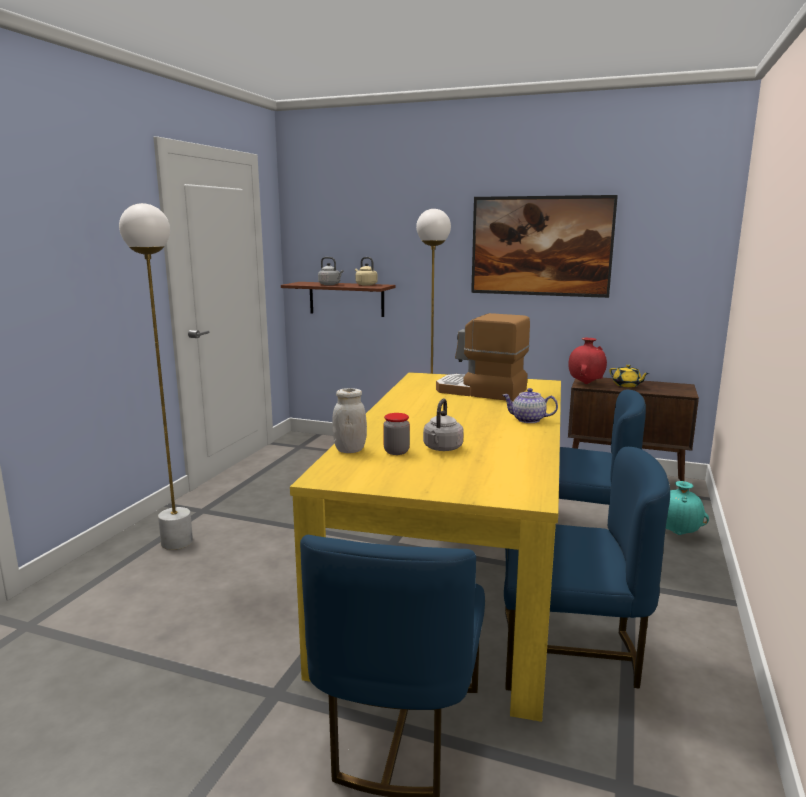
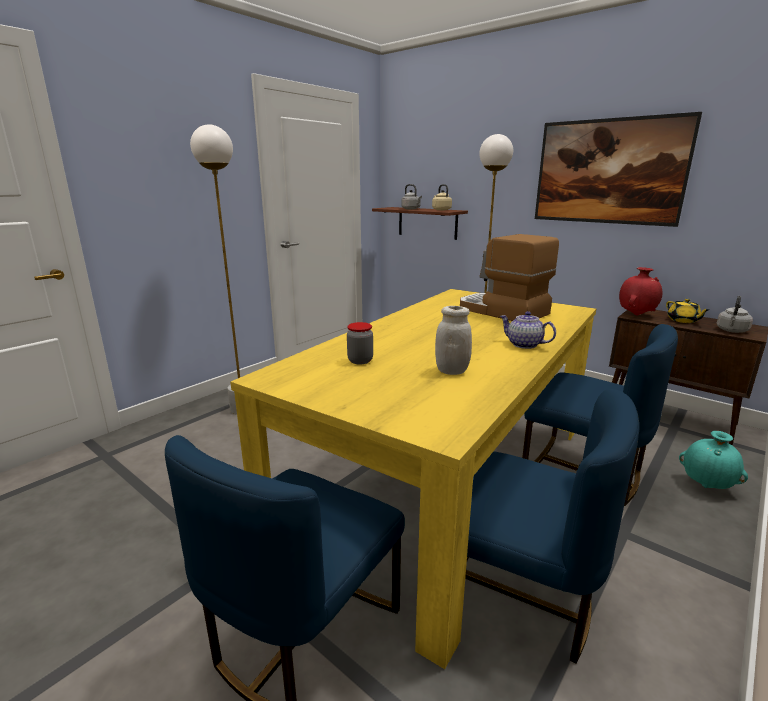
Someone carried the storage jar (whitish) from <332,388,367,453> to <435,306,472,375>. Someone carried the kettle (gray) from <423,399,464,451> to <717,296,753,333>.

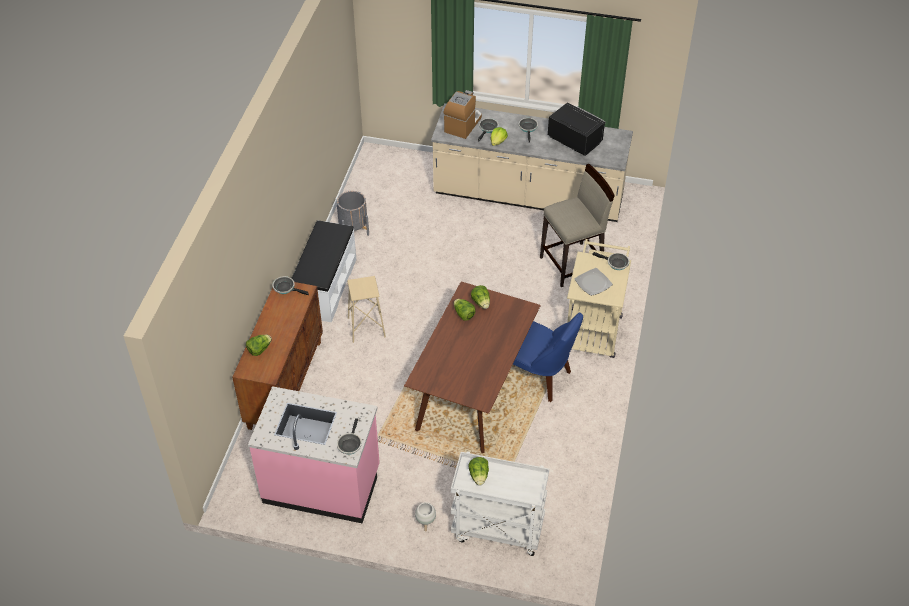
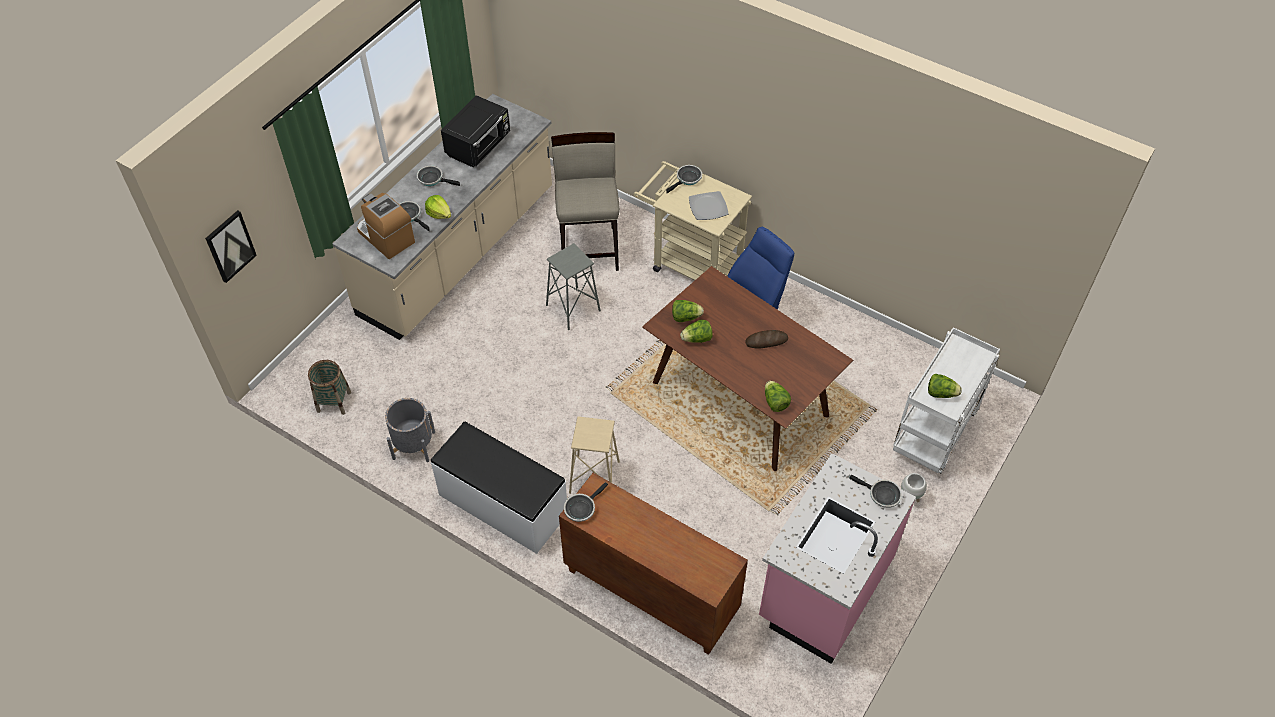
Someone rotated the microwave oven (black-coloured) at <548,102,605,156> by 150 degrees clockwise. Someone carried the lettuce head from <246,335,272,356> to <765,381,791,412>. Someone put up the wall art at <205,210,257,283>. Someone put down the sitting stool (gray) at <546,243,601,330>. Someone put down the bread at <745,330,788,349>. Someone put down the storage basket at <308,360,351,415>.

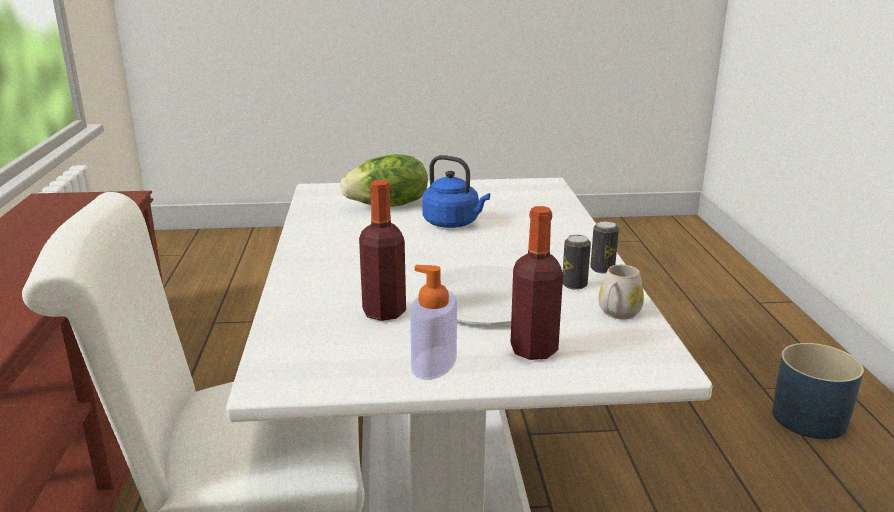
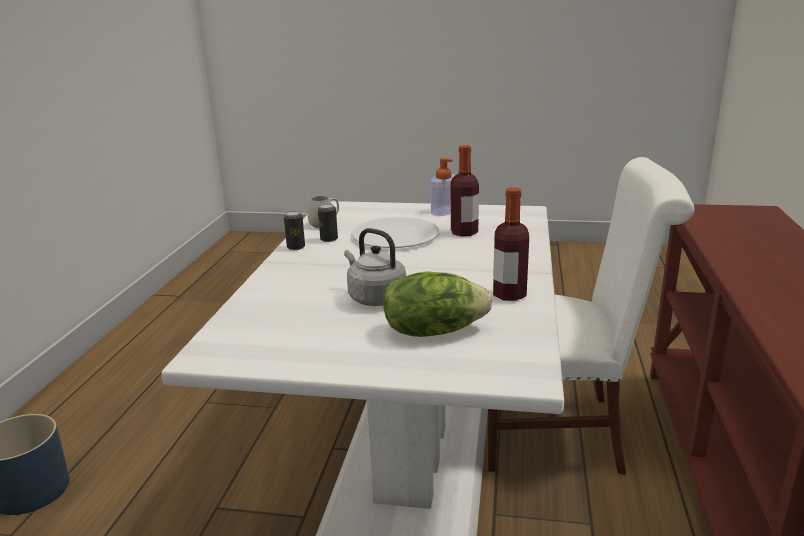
Someone repainted the kettle (blue-coloured) at <422,155,490,228>, which became the kettle (gray) at <344,228,406,306>. Someone carried the bottle from <511,206,563,360> to <493,187,529,301>.

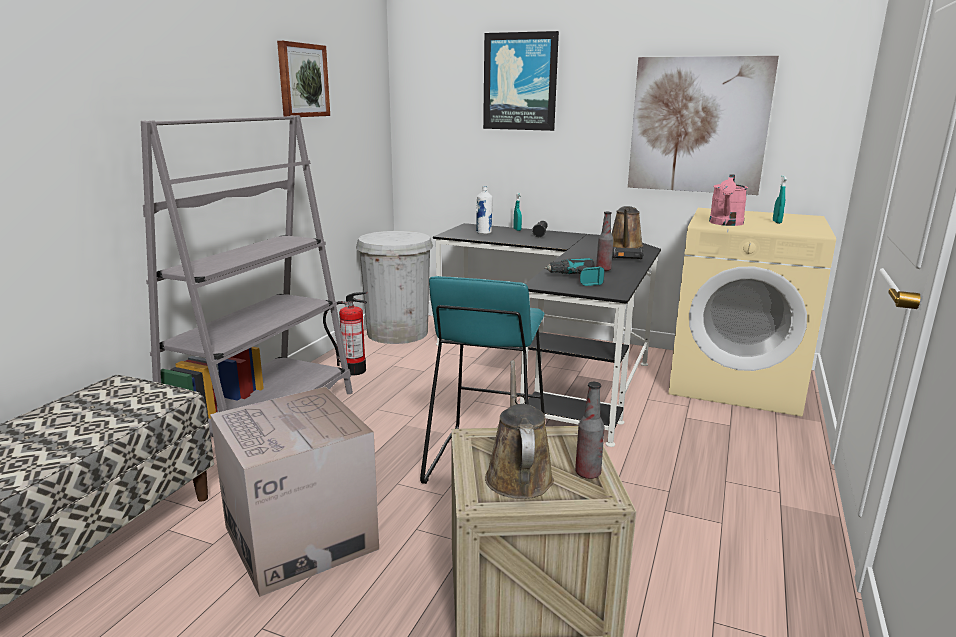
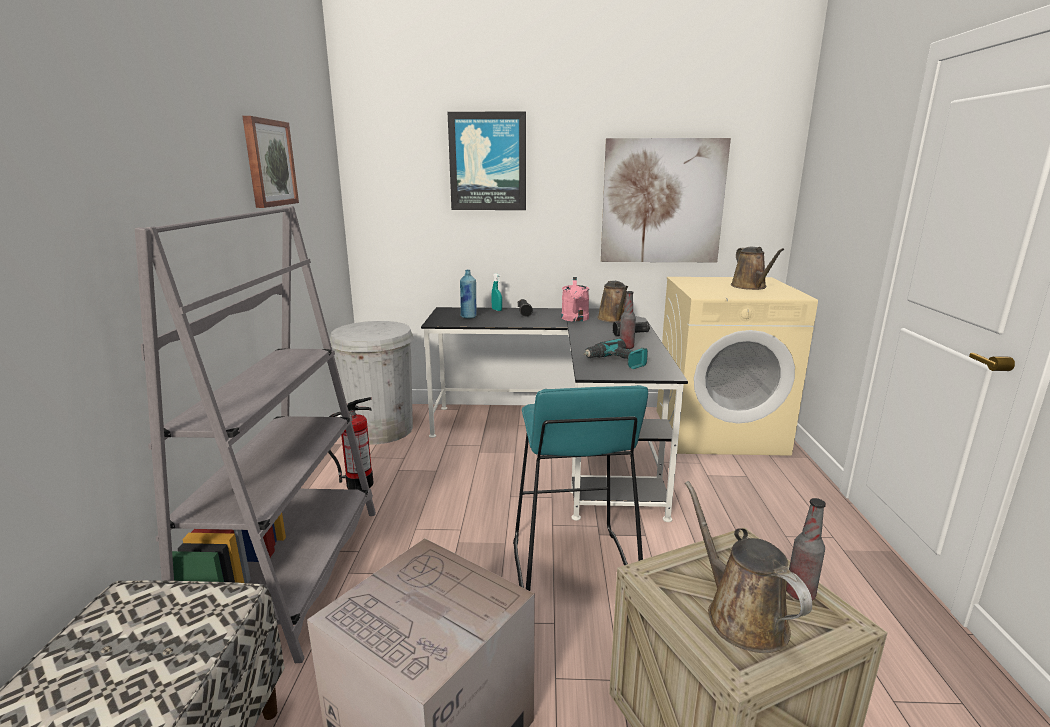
Someone carried the watering pot (pink) from <709,174,748,226> to <561,277,589,322>. Someone swapped the sprayer (blue-green) at <773,175,787,224> for the watering pot (brownish) at <731,247,784,290>. Someone repainted the bottle (whitish) at <476,186,493,234>, which became the bottle (blue-coloured) at <460,270,477,319>.

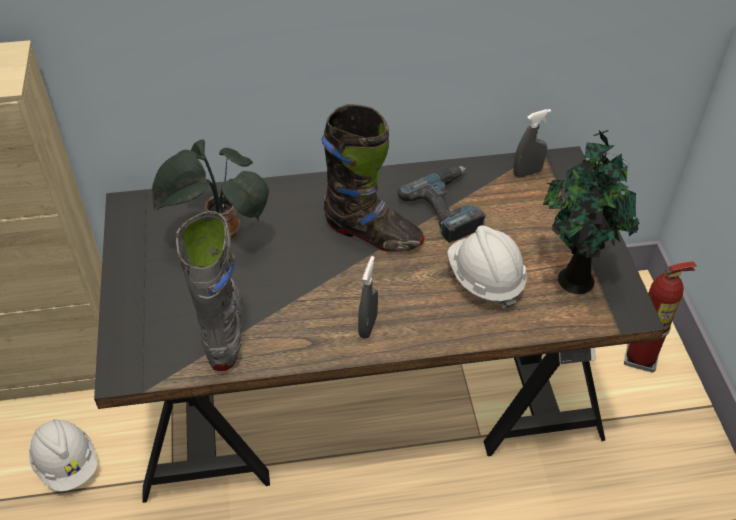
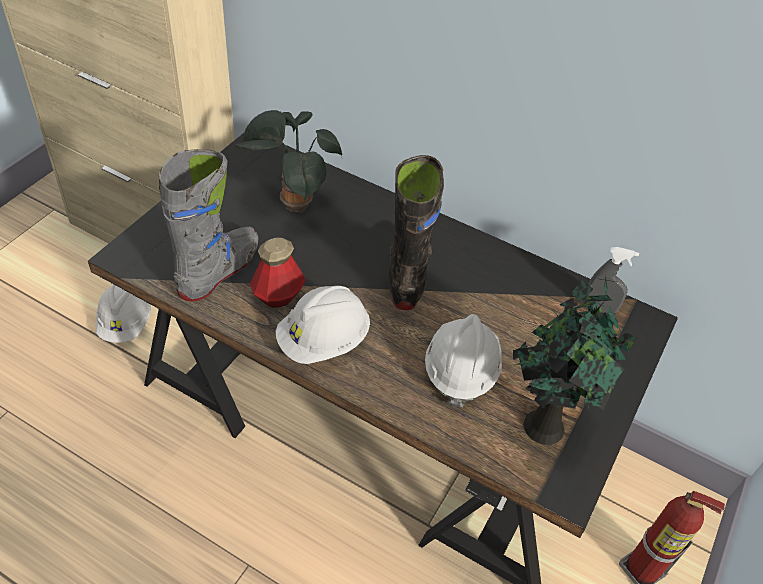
Someone rotated the tall boot (black-coloured) at <321,104,425,252> by 150 degrees counterclockwise. Someone took away the drill at <397,166,486,243>. Someone swapped the sprayer (gray) at <358,256,378,339> for the safety helmet (whitish) at <276,286,370,364>. Someone put down the bottle at <250,238,306,308>.

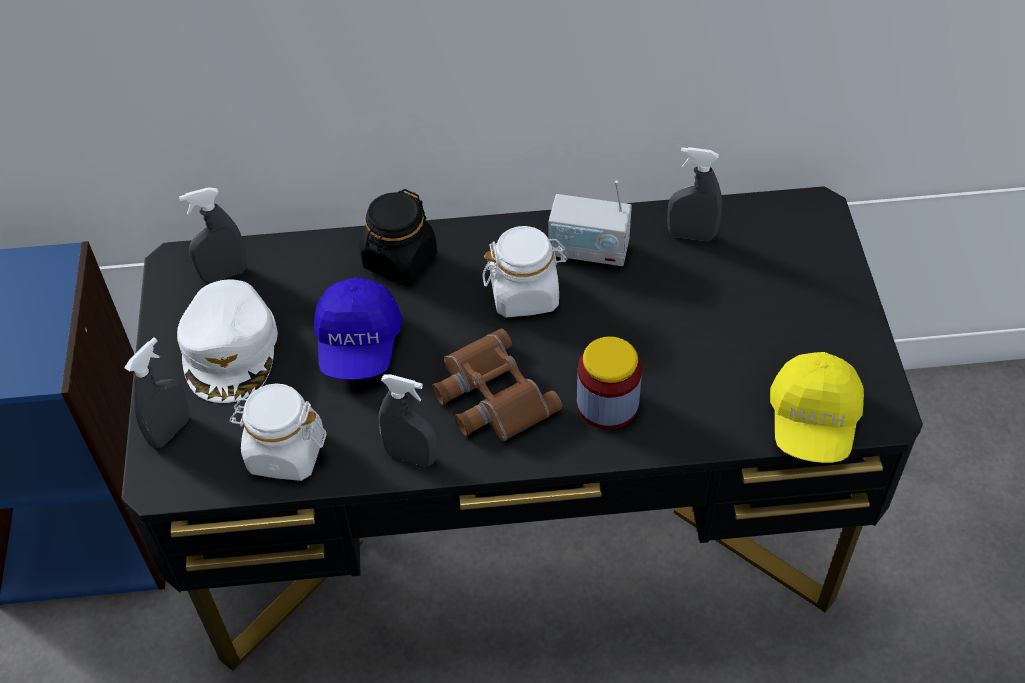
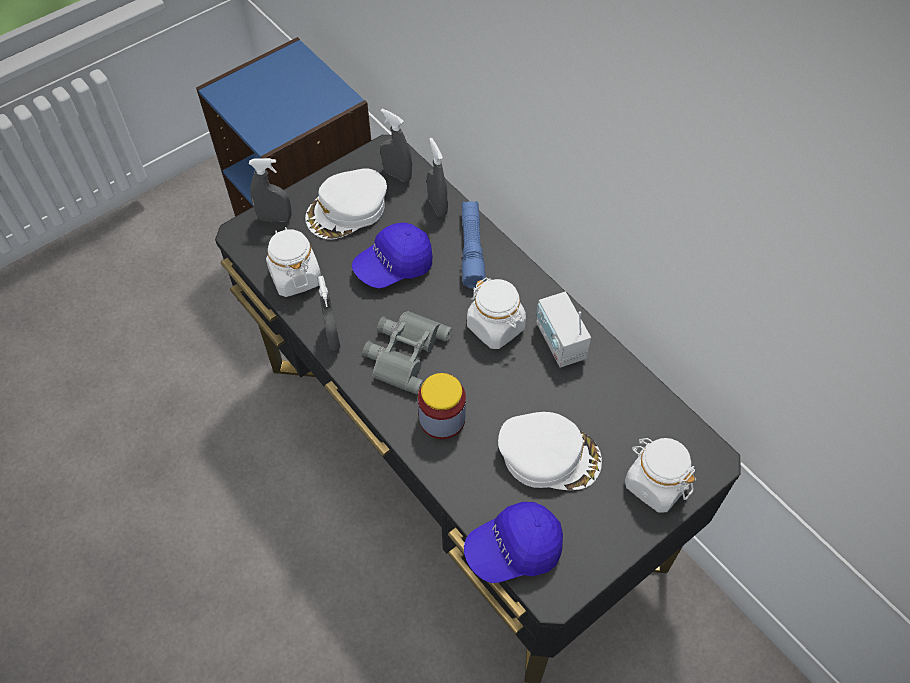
Someone carried the sprayer (gray) from <667,147,722,241> to <427,138,448,217>. Someone swapped the storage jar (black-coloured) at <359,189,437,285> for the flashlight (blue-coloured) at <462,201,486,289>. Someone repainted the binoculars (brownish) at <432,328,562,441>, which became the binoculars (gray) at <362,311,452,395>. Someone repainted the peaked cap (yellow) at <770,352,864,463>, which became the peaked cap (blue-coloured) at <464,502,563,583>. Someone put down the peaked cap (whitish) at <498,412,602,490>. Someone put down the storage jar (whitish) at <625,438,696,512>.

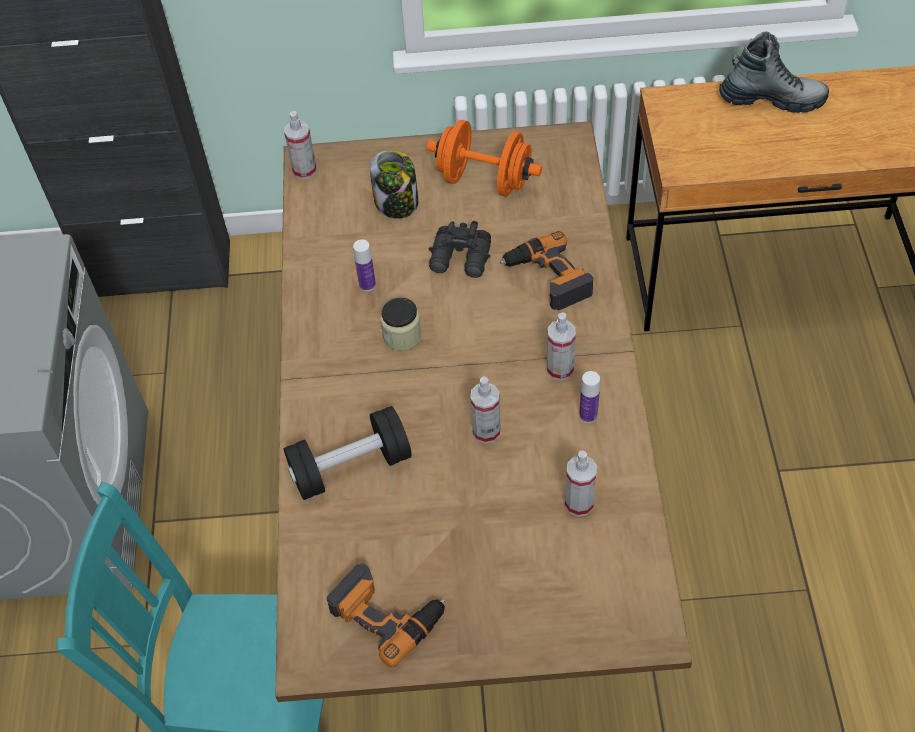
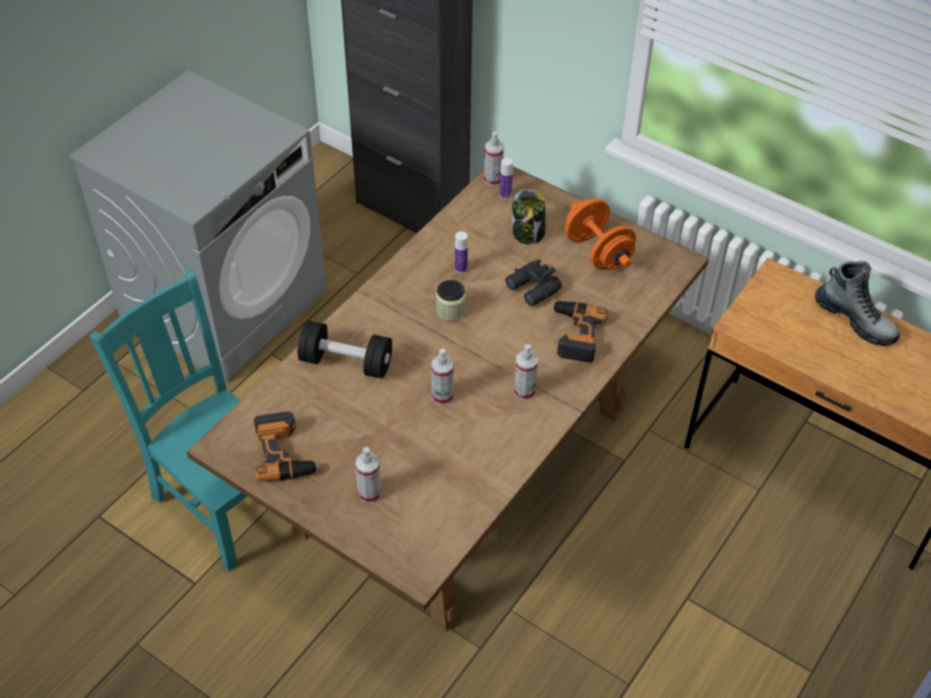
Someone carried the bottle from <579,371,600,423> to <500,158,513,199>. Someone carried the sprayer from <565,451,597,517> to <355,447,382,503>.

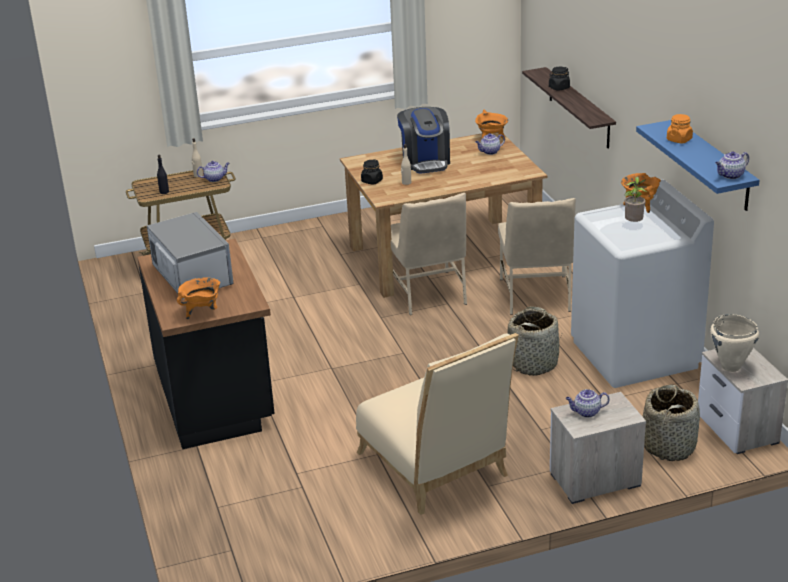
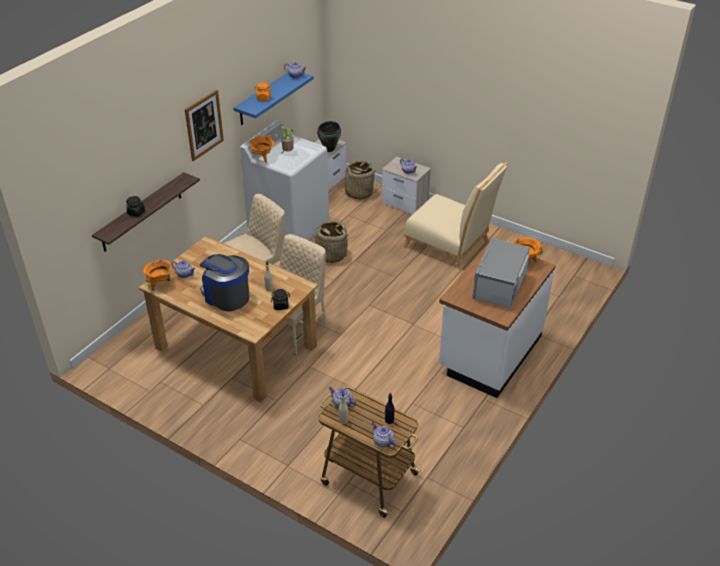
Someone rotated the coffee brewer at <397,107,450,174> by 90 degrees counterclockwise. Someone repainted the counter (black-coloured) at <137,239,275,449>, which became the counter (whitish) at <439,242,556,398>. Someone repainted the stockpot (beige) at <710,314,759,372>, which became the stockpot (black-coloured) at <317,121,341,152>. Someone rotated the upright chair (beige) at <356,333,519,515> by 105 degrees clockwise. Someone put up the wall art at <185,90,224,161>. Someone put down the pot for tea at <372,422,396,448>.

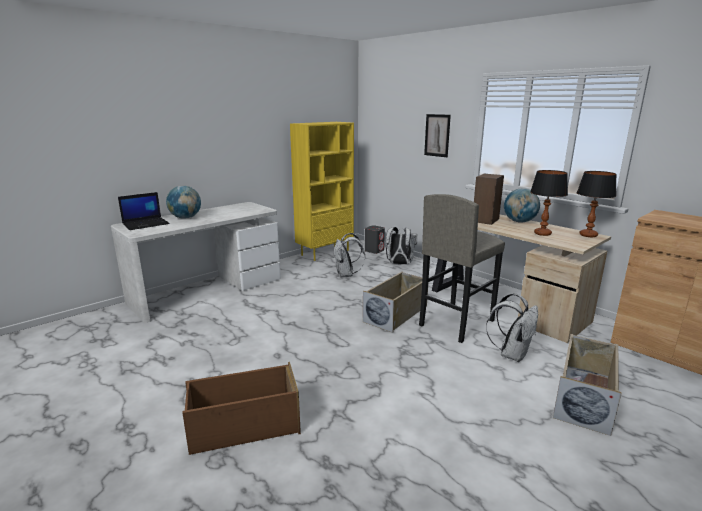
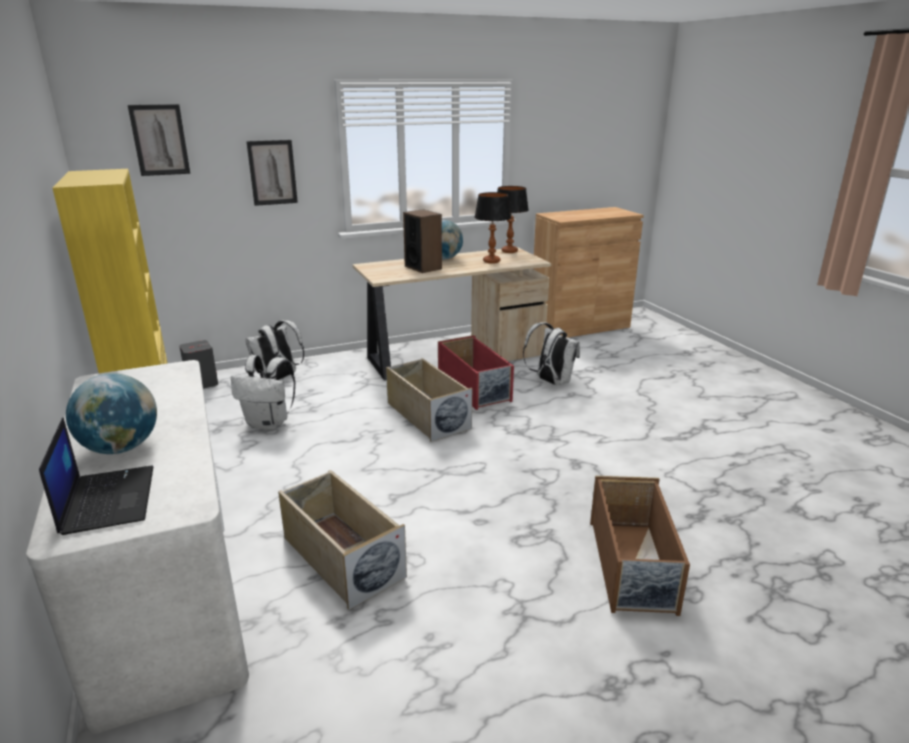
Someone swapped the sitting stool (gray) at <419,194,505,343> for the storage box (reddish) at <438,335,514,410>. Someone carried the storage box (beige) from <553,334,621,436> to <278,470,407,610>. Someone put up the wall art at <128,104,190,176>.

